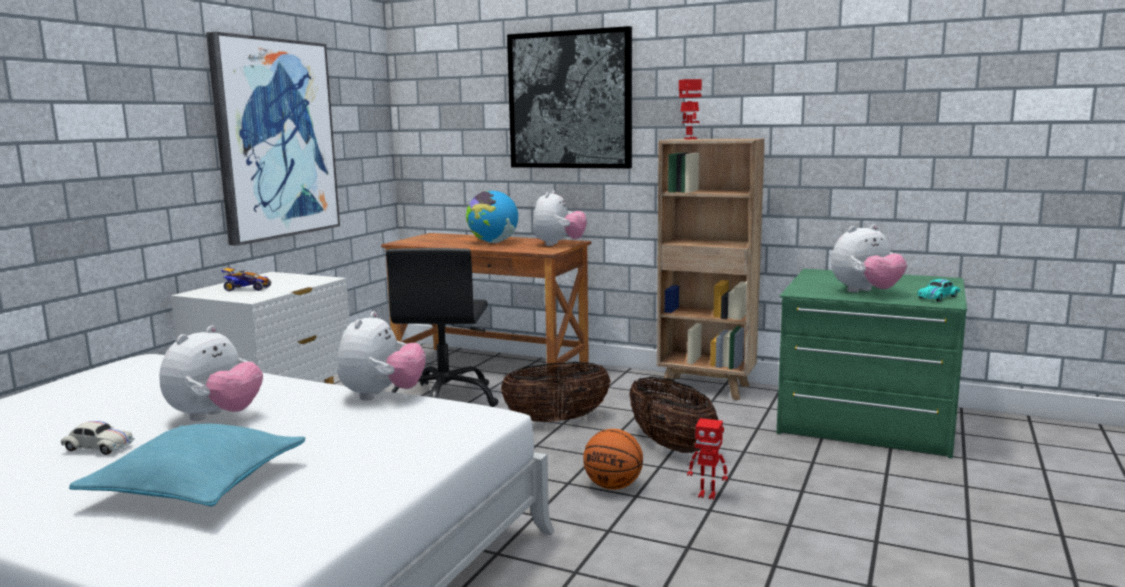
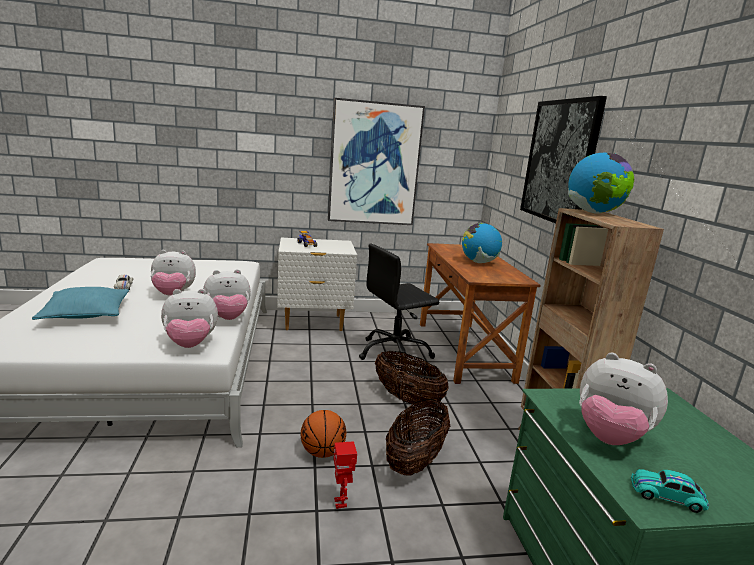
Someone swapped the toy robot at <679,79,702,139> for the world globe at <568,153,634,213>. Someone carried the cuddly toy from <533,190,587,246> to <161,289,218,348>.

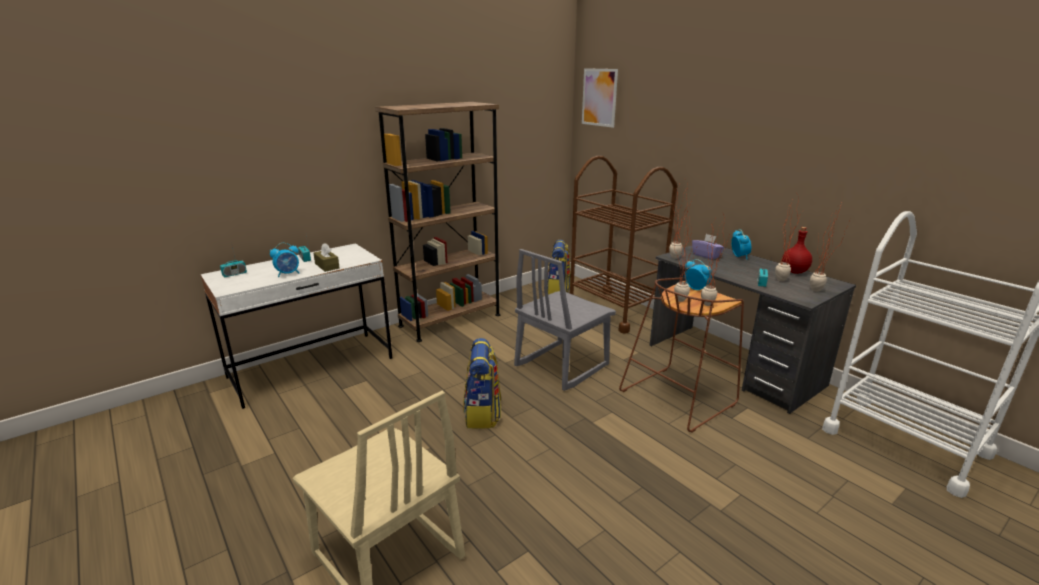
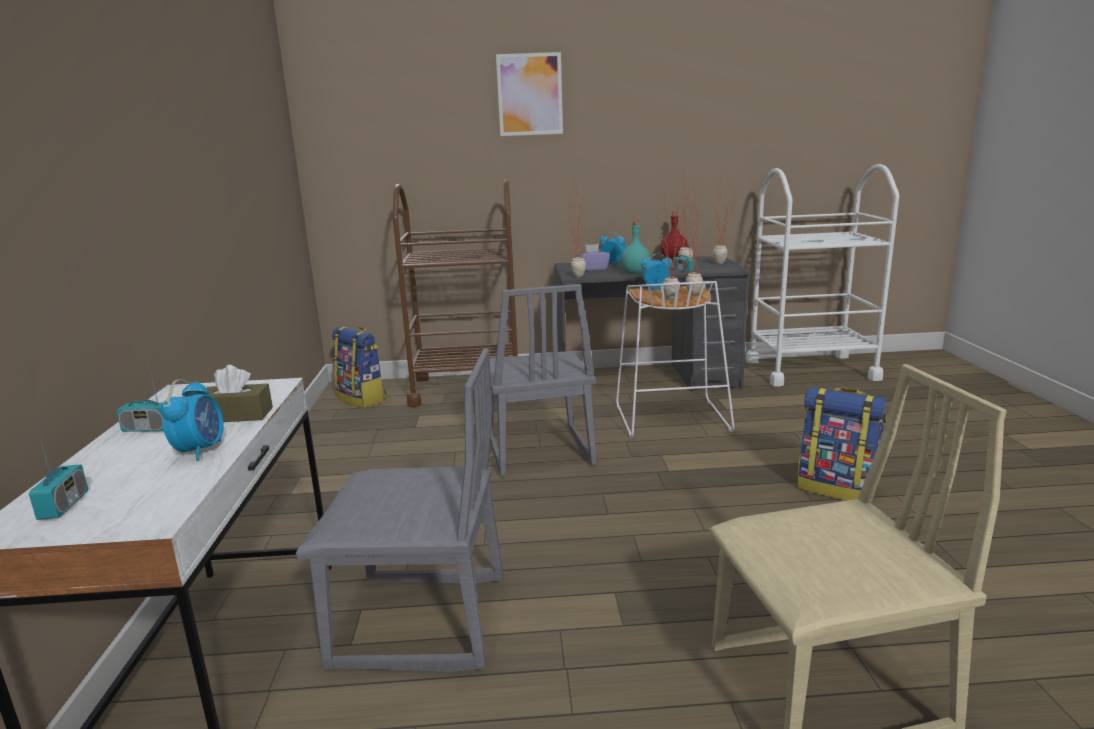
Someone carried the wall art from <582,68,618,128> to <496,52,563,136>. Someone took away the shelving unit (brownish) at <375,102,500,342>. Someone repainted the sitting stool (brownish) at <619,278,744,433>, which became the sitting stool (whitish) at <616,281,734,438>. Someone carried the rucksack from <463,338,501,429> to <797,387,886,501>. Someone put down the bottle (blue-green) at <621,221,651,274>. Someone put down the upright chair (gray) at <296,348,503,672>.

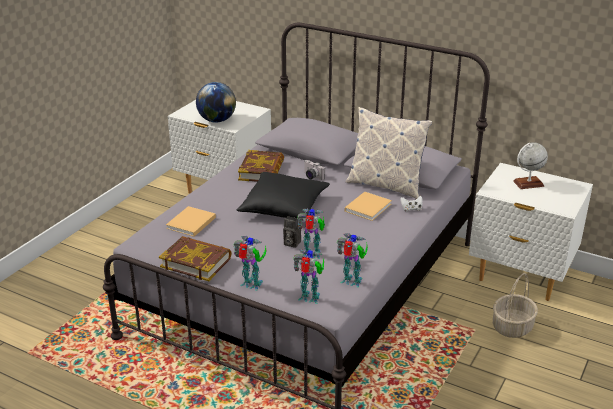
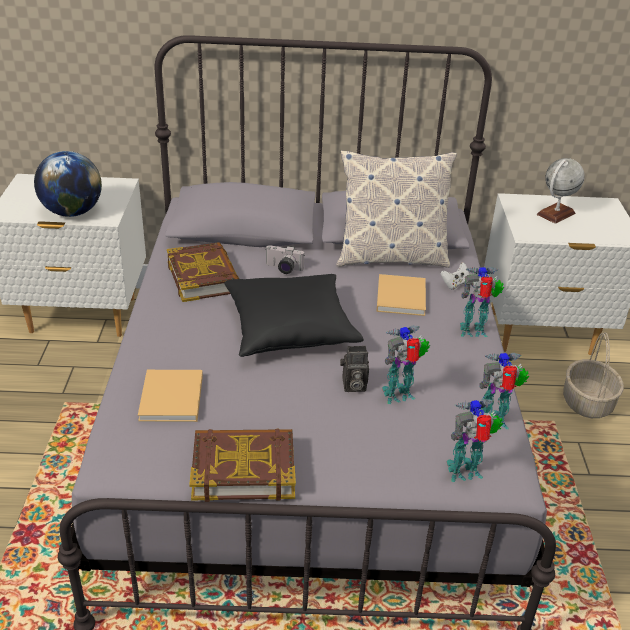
Someone carried the toy robot from <233,236,267,291> to <460,267,504,337>.

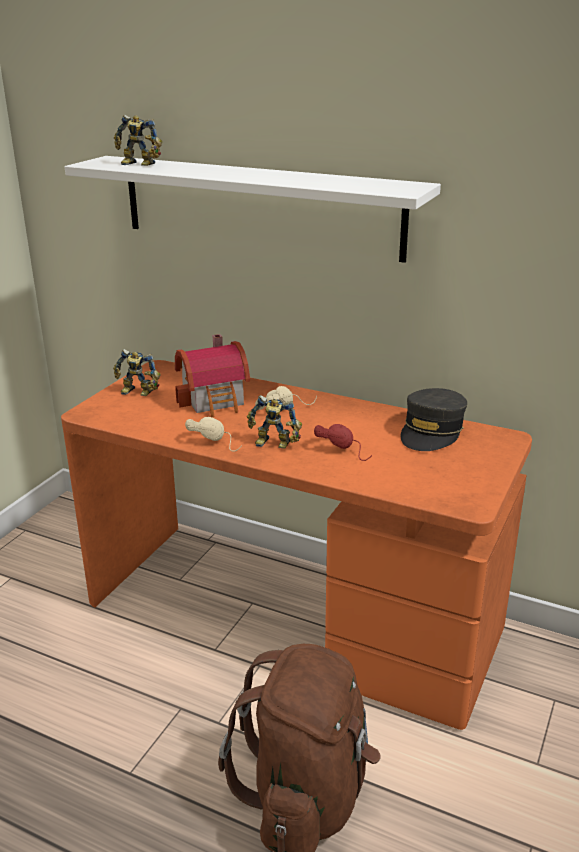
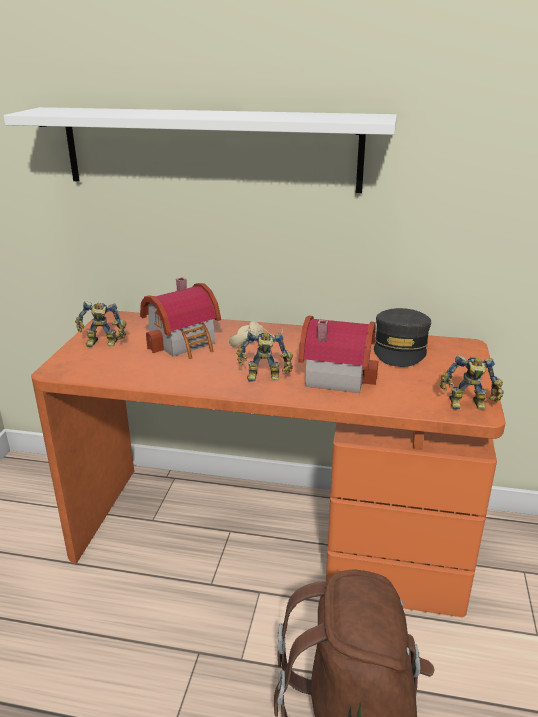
Someone carried the toy robot from <114,115,162,166> to <440,355,504,410>. Someone took away the headset (beige) at <185,417,241,452>. Someone swapped the headset (reddish) at <314,424,372,461> for the toy house at <298,315,378,393>.

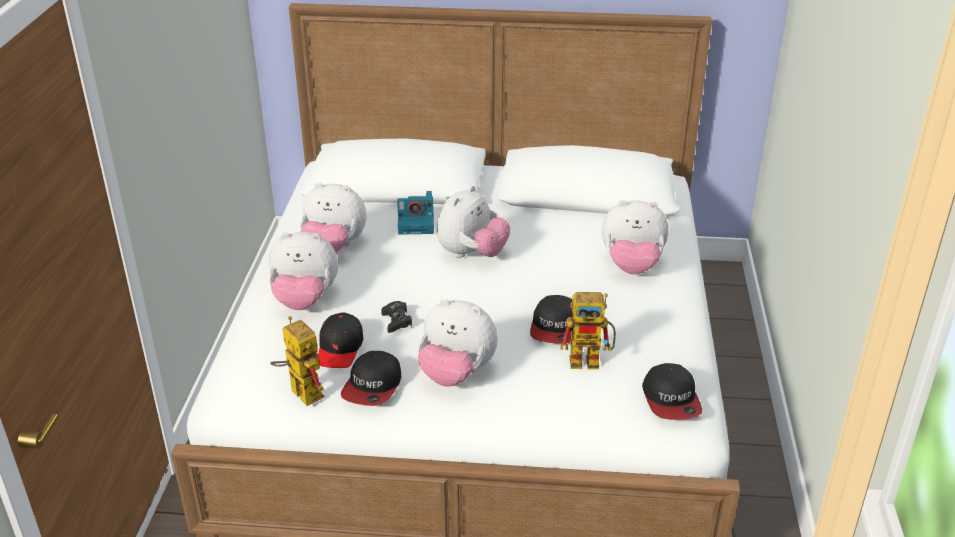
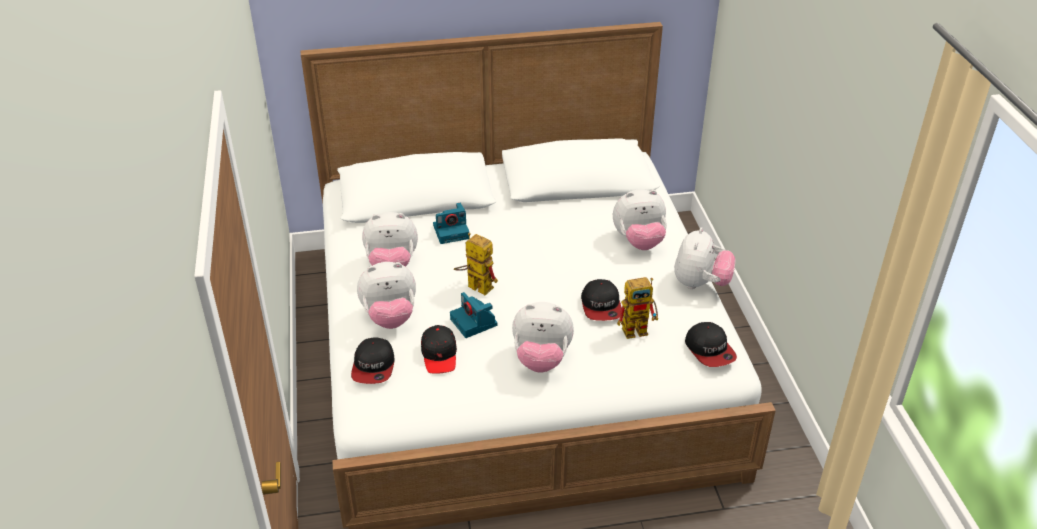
Someone carried the cuddly toy from <437,186,510,258> to <674,227,735,289>. Someone swapped the joypad (black-coloured) at <381,301,412,333> for the photo camera at <450,292,497,338>. Someone carried the toy robot from <270,316,324,406> to <454,233,498,295>. Someone carried the peaked cap from <341,351,401,406> to <351,337,395,384>.

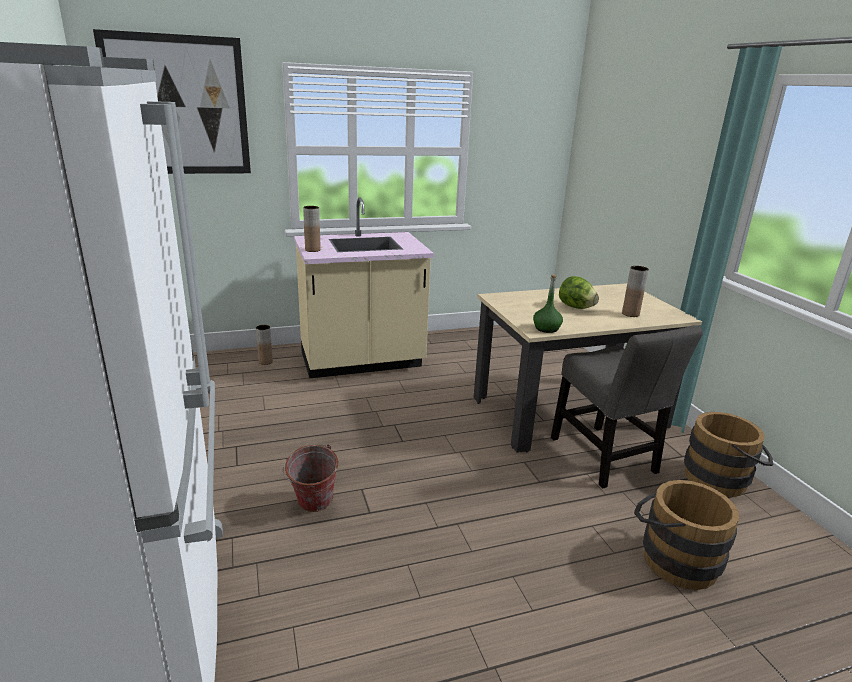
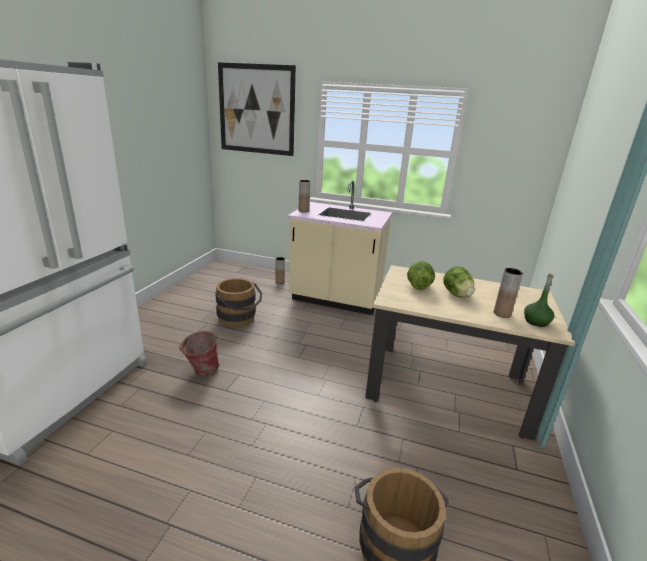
Someone carried the bottle (greenish) from <533,275,563,333> to <524,274,554,327>. Someone took away the upright chair (gray) at <551,325,703,488>. Someone carried the water bucket (brownish) from <684,412,773,497> to <215,278,262,327>. Someone put down the lettuce head at <407,261,435,290>.

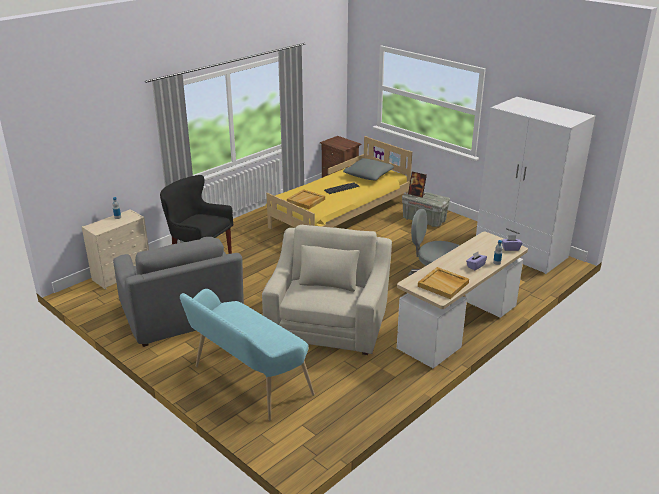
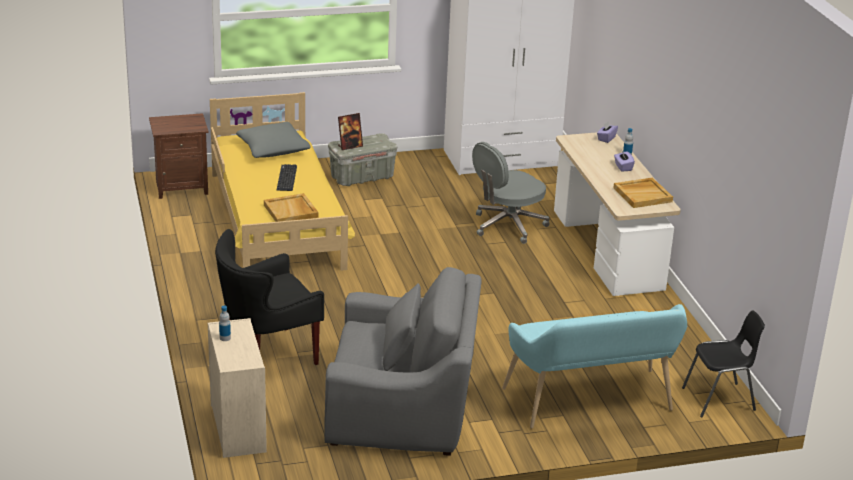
Someone took away the lounge chair (beige) at <262,225,392,355>. Someone put down the upright chair (black-coloured) at <682,310,765,418>.

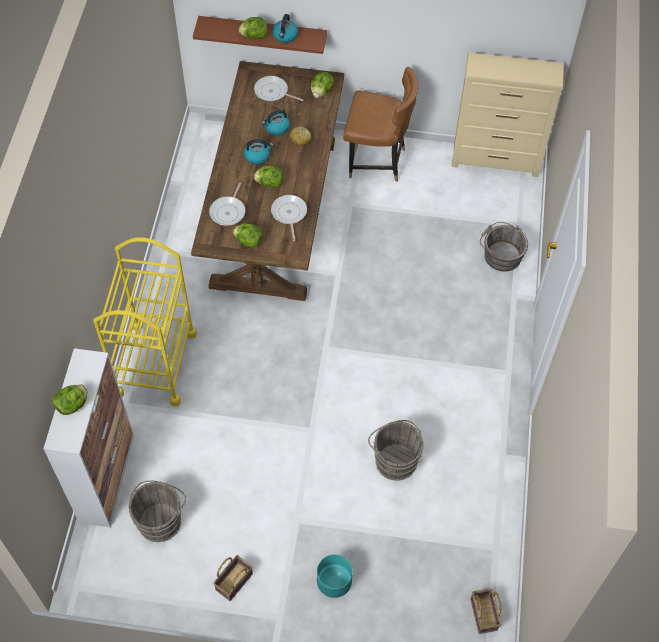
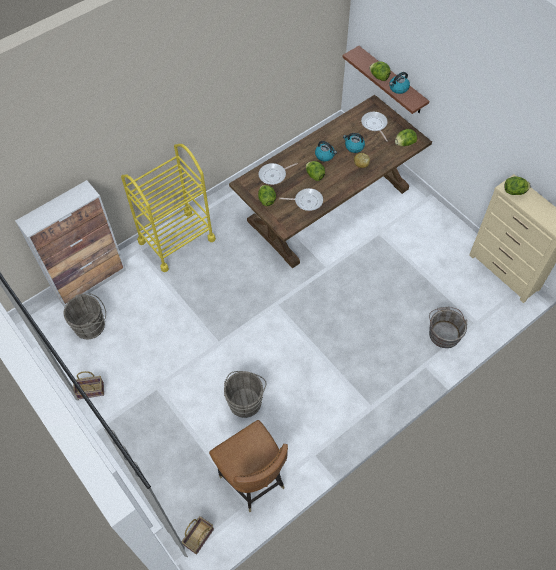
Someone carried the upright chair (brownish) from <343,67,418,182> to <209,420,288,512>. Someone rotated the frying pan at <271,195,307,241> by 60 degrees clockwise. Someone carried the lettuce head from <52,385,87,415> to <505,176,531,195>. Someone took away the planter (blue-green) at <317,554,353,598>.

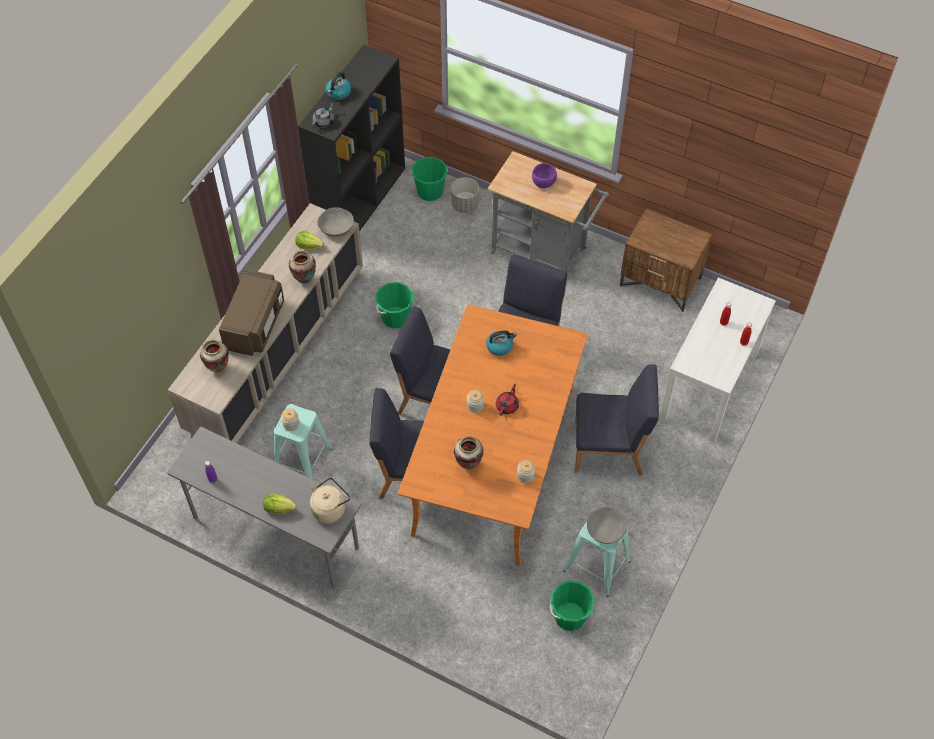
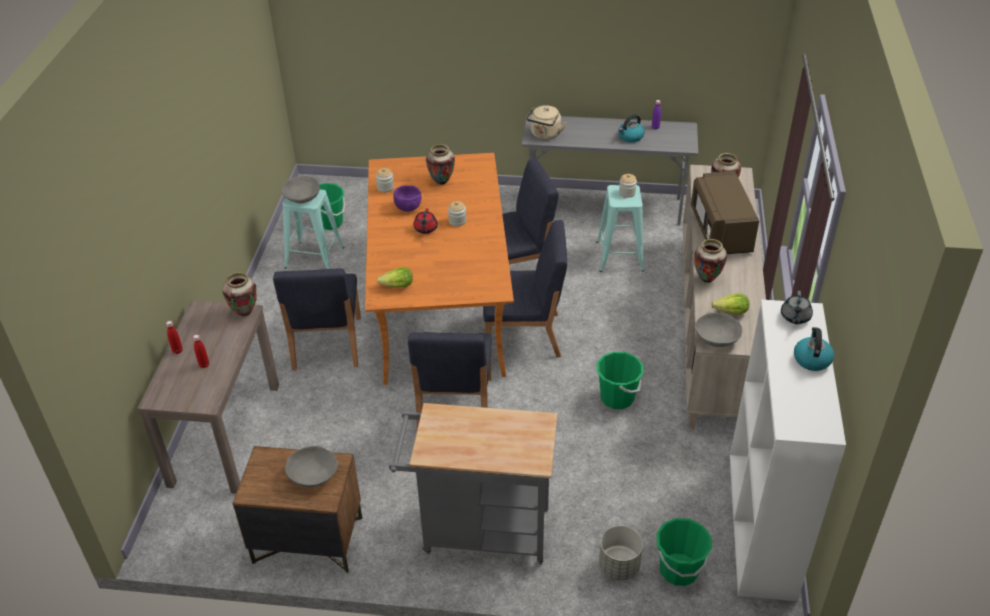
Someone repainted the shelving unit (black-coloured) at <298,44,405,232>, which became the shelving unit (whitish) at <730,299,846,601>. Someone carried the deep dish (purplish) from <532,163,557,188> to <393,185,422,212>. Someone repainted the console table (whitish) at <659,278,776,443>, which became the console table (brownish) at <137,300,279,494>. Someone carried the kettle from <486,330,517,356> to <618,114,645,143>. Someone rotated the upright chair (blue-coloured) at <575,365,659,476> by 75 degrees counterclockwise. Someone carried the lettuce head from <263,493,297,514> to <376,267,413,288>. Someone put down the vase at <223,272,257,317>. Someone put down the deep dish (gray) at <285,446,338,488>.

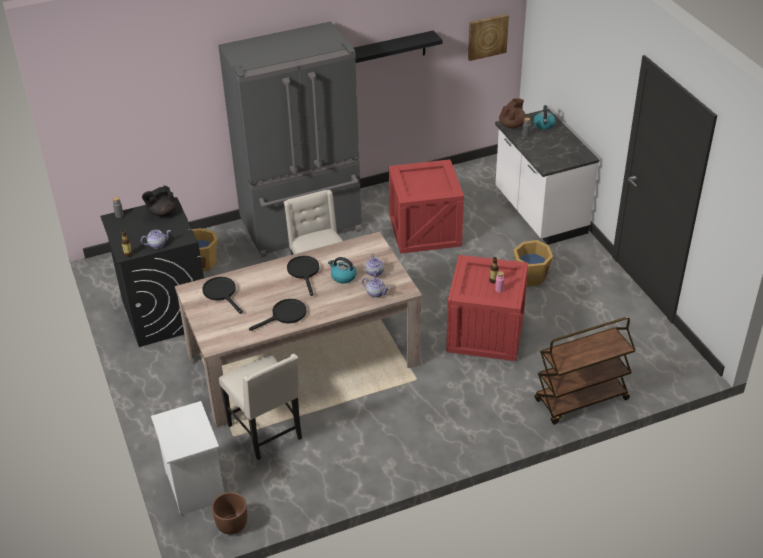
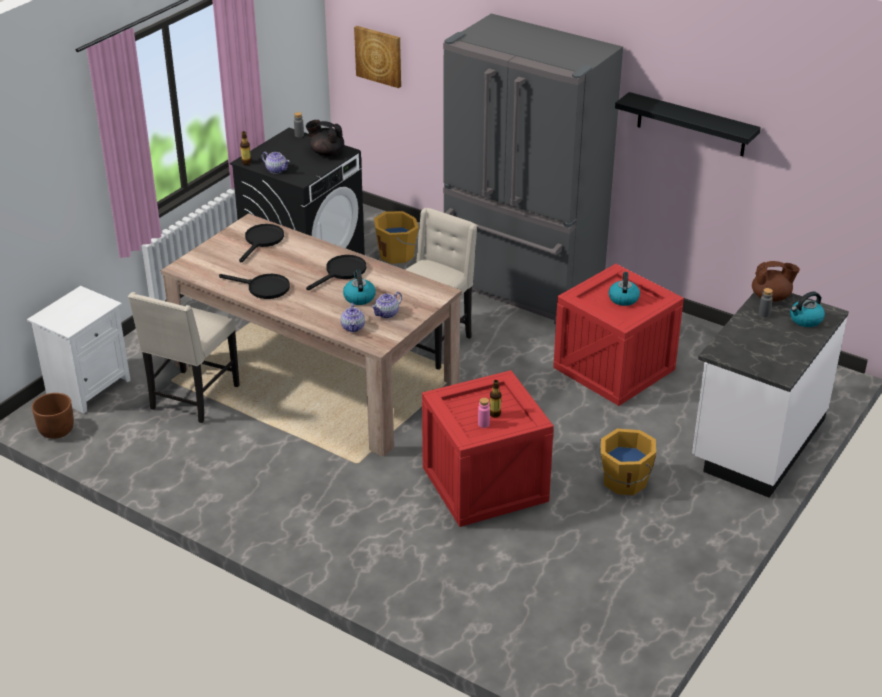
Someone carried the wall art from <468,14,509,61> to <354,26,401,88>. Someone took away the wheeled cart (brownish) at <535,317,636,425>. Someone put down the kettle at <609,272,640,306>.

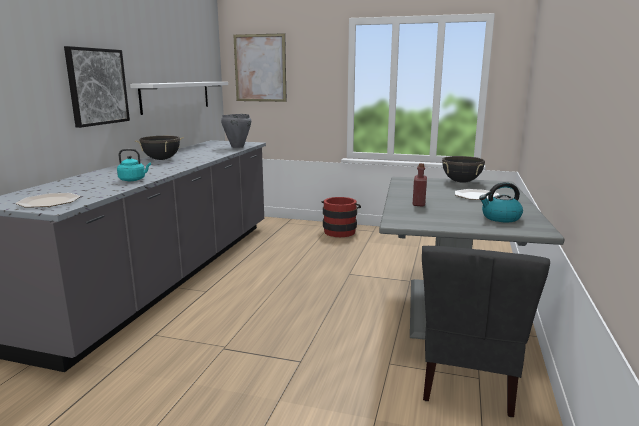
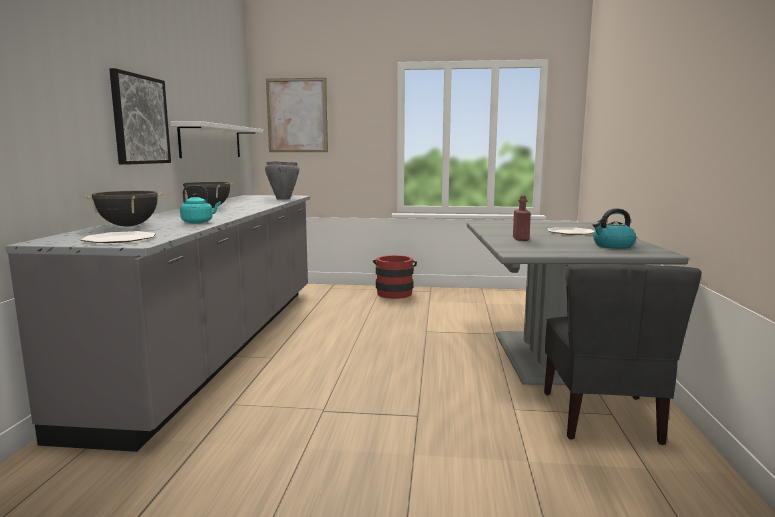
Someone carried the stockpot (black-coloured) from <442,156,485,183> to <83,191,164,227>.

